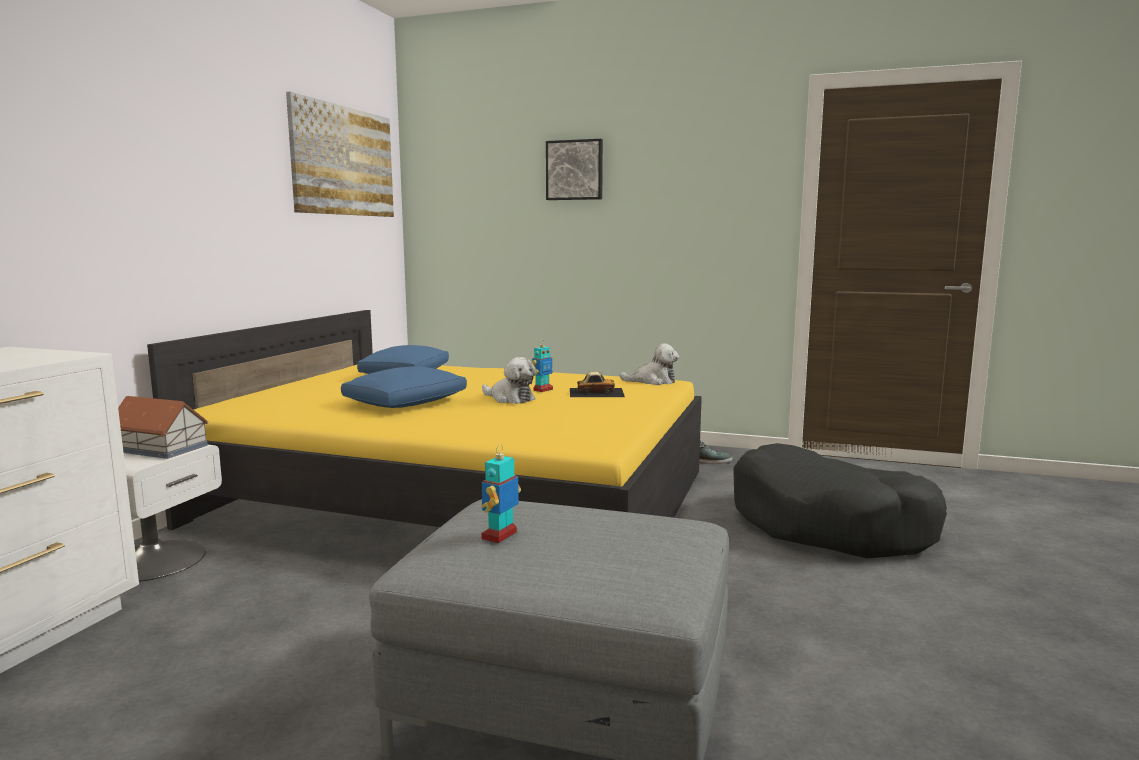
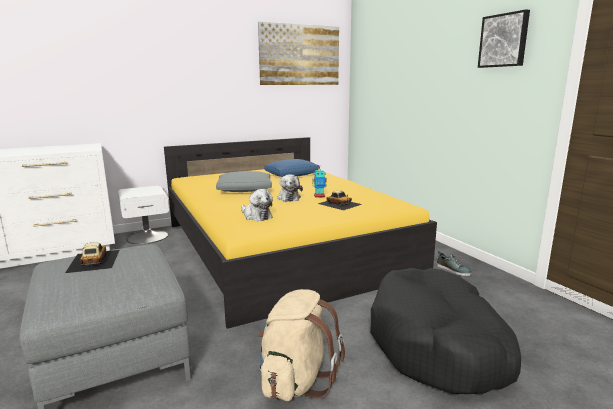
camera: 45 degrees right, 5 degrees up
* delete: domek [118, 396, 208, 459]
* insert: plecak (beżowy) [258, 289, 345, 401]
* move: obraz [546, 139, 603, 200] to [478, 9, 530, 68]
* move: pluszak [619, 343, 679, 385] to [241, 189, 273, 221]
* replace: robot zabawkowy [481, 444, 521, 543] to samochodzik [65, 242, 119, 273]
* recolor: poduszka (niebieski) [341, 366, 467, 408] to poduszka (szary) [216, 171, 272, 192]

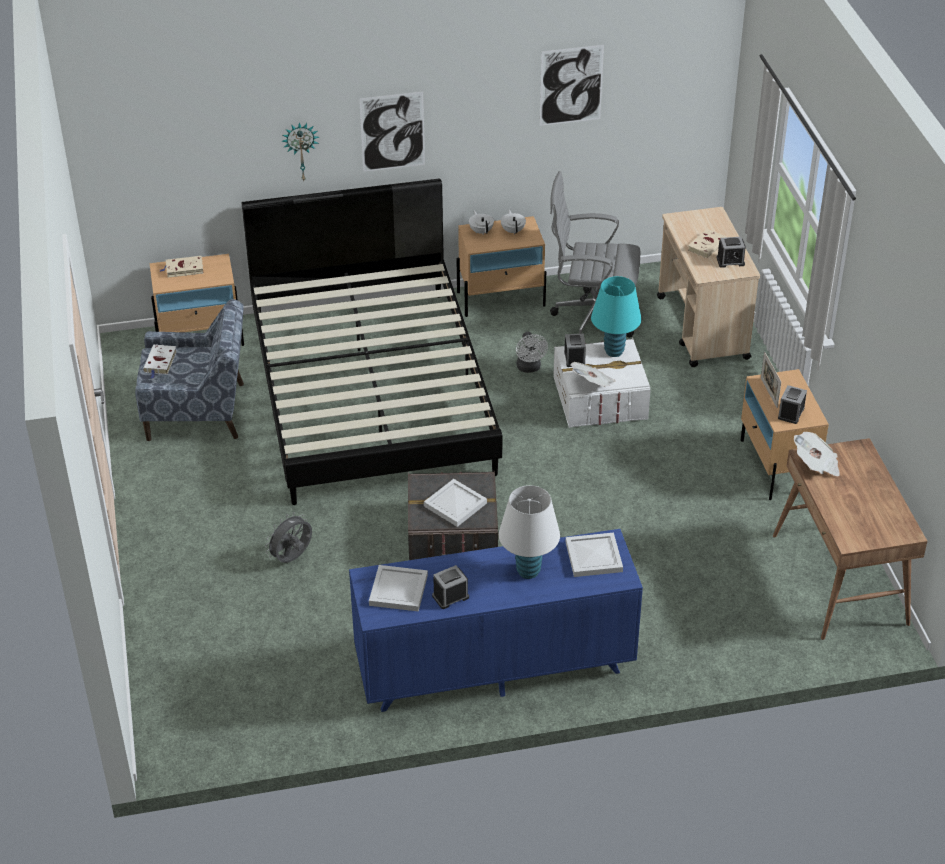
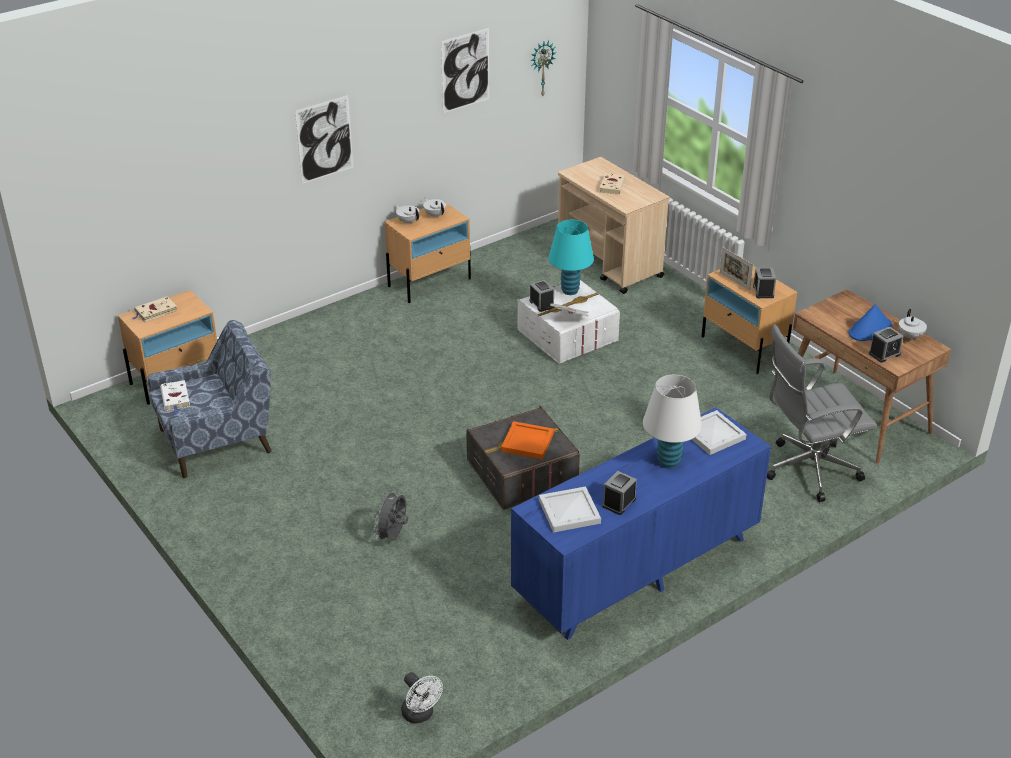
camera: 25 degrees left, 5 degrees down
* delete: łóżko (czarny) [241, 178, 502, 505]
* delete: gazeta [794, 432, 840, 476]
* insert: kapelusz (niebieski) [849, 304, 892, 341]
* insert: imbryk (biały) [899, 309, 927, 341]
* move: zegar ścienny [281, 122, 319, 181] to [530, 41, 557, 96]
* move: wentylator (biały) [516, 332, 548, 373] to [401, 672, 443, 723]
* move: krzesło biurowe (szary) [550, 171, 640, 338] to [767, 324, 877, 502]
* move: budzik [716, 237, 746, 268] to [869, 327, 903, 363]
* recolor: taca (biały) [424, 479, 487, 527] to taca (pomarańczowy) [501, 421, 554, 459]

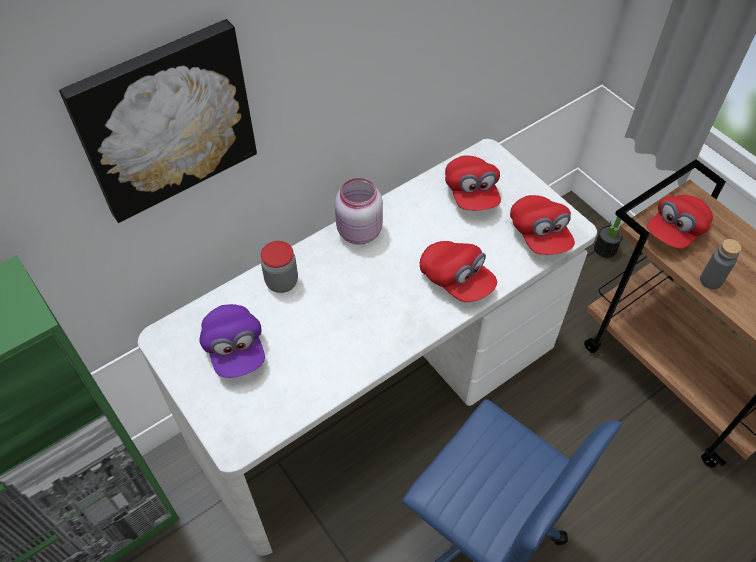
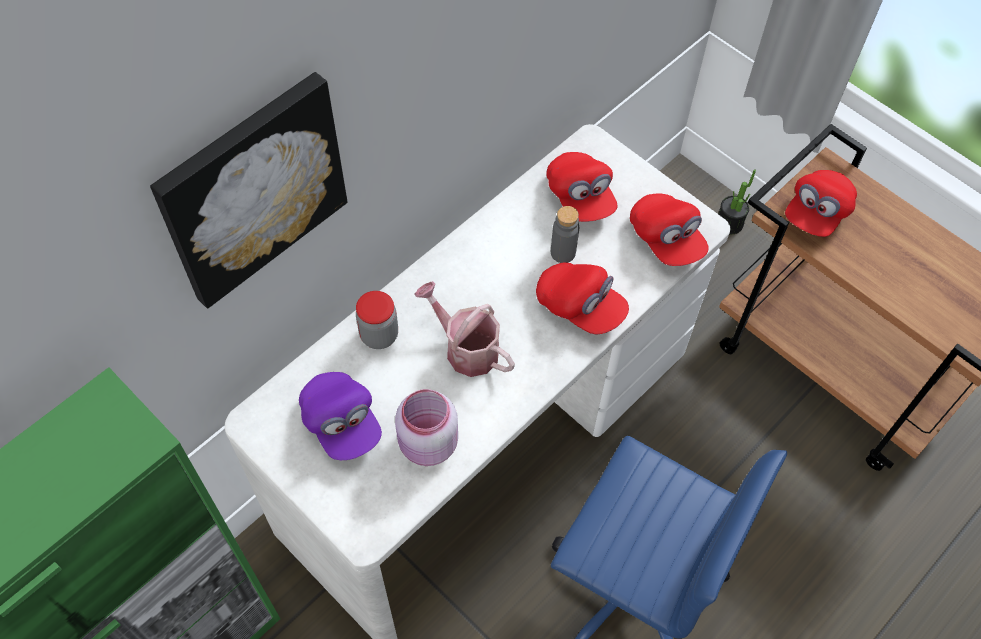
camera: 10 degrees left, 5 degrees up
* insert: konewka [415, 281, 515, 377]
* move: słoik (różowy) [335, 178, 383, 245] to [395, 389, 458, 466]
* move: butelka (szary) [700, 239, 742, 289] to [551, 206, 579, 263]

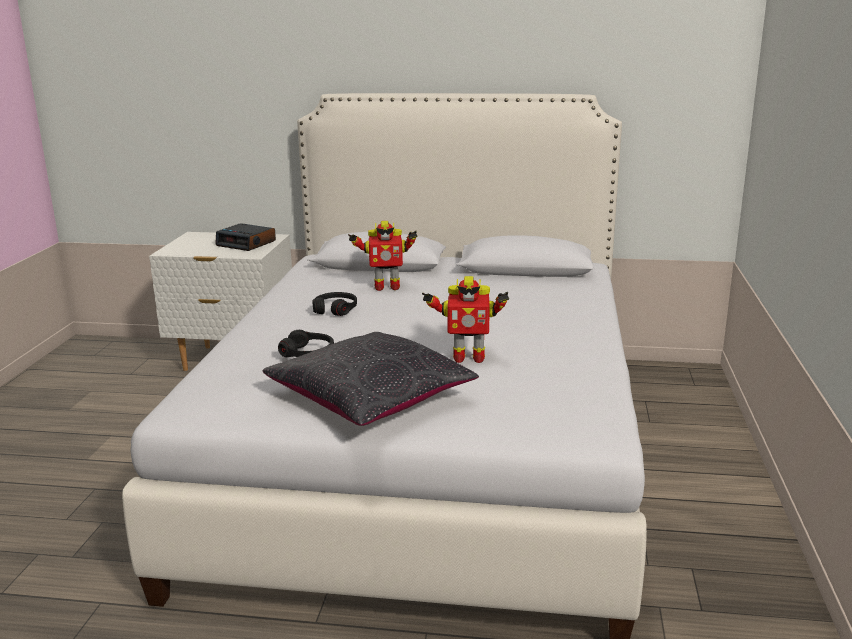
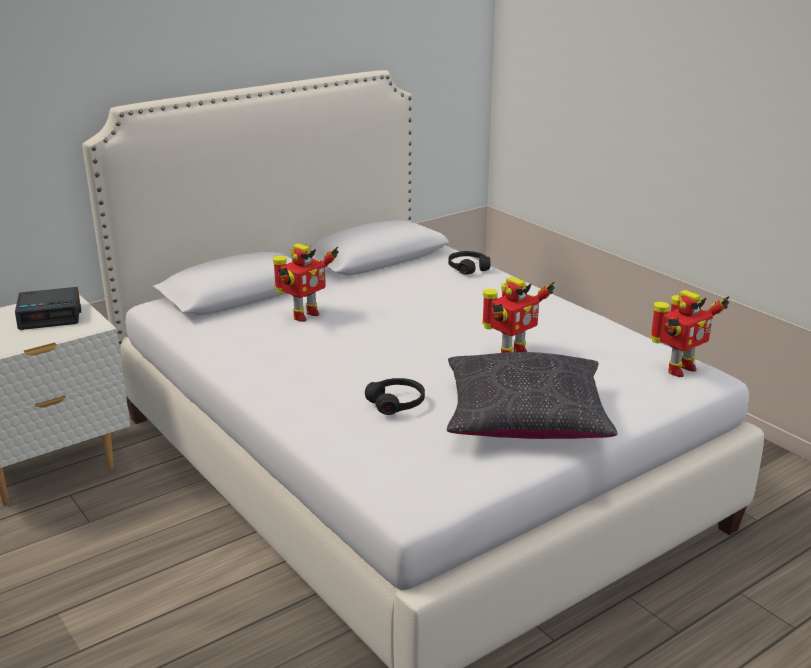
camera: 45 degrees left, 5 degrees up
* insert: robot zabawkowy [650, 290, 729, 377]
* move: słuchawki (czarny) [312, 292, 357, 316] to [448, 251, 490, 275]

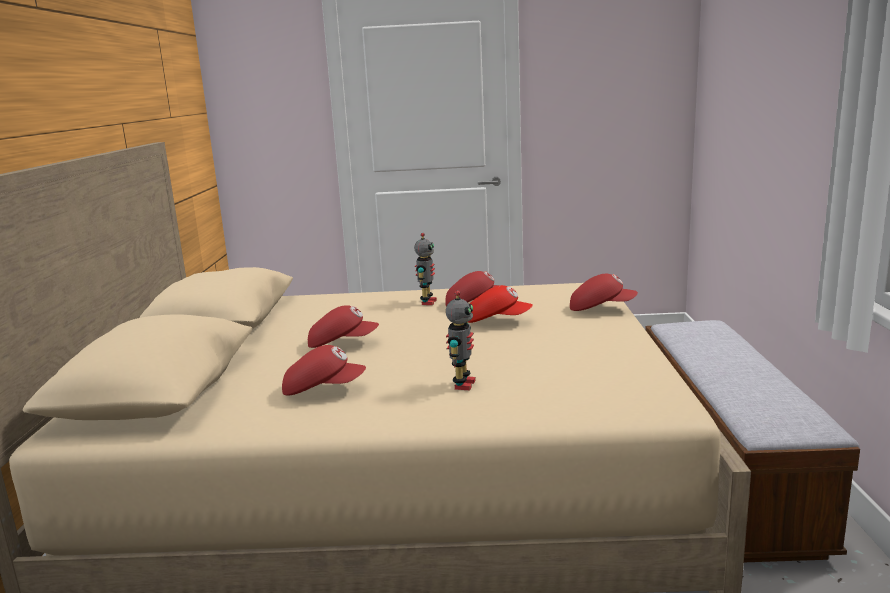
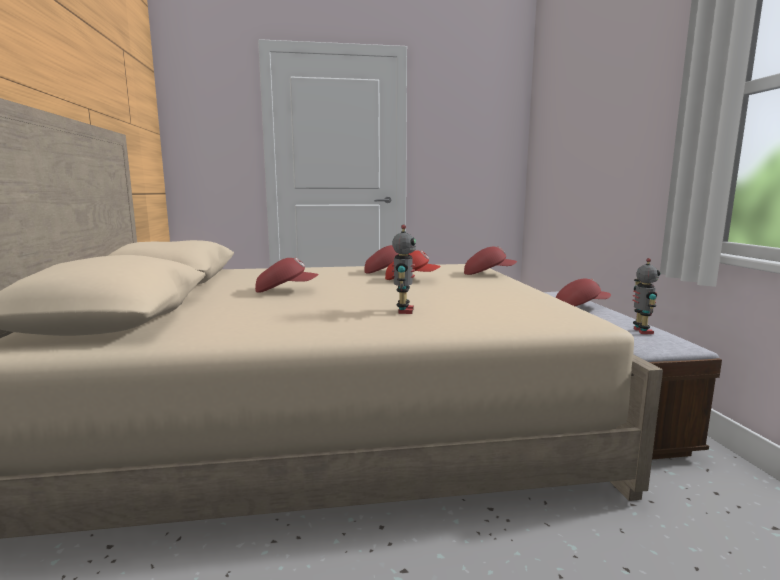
camera: 10 degrees left, 5 degrees down
* move: czapka z daszkiem (czerwony) [282, 345, 366, 395] to [556, 278, 611, 306]
* move: robot zabawkowy [414, 233, 437, 305] to [632, 258, 660, 334]

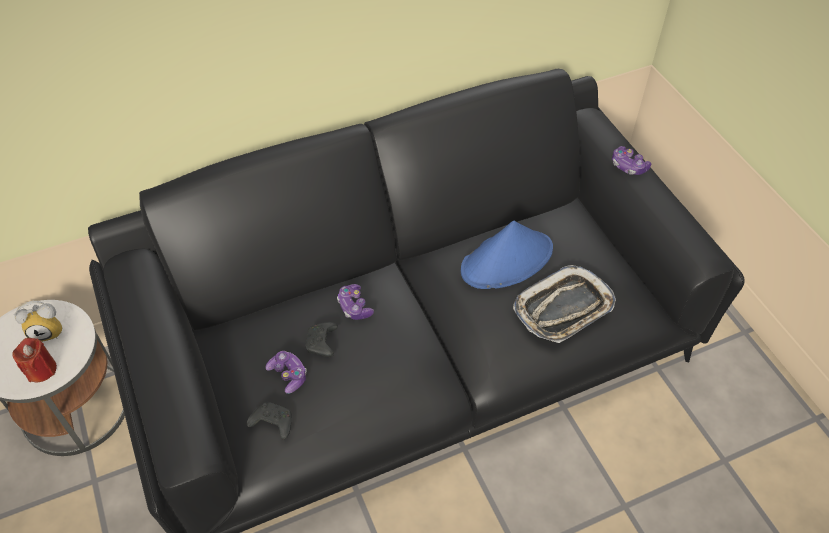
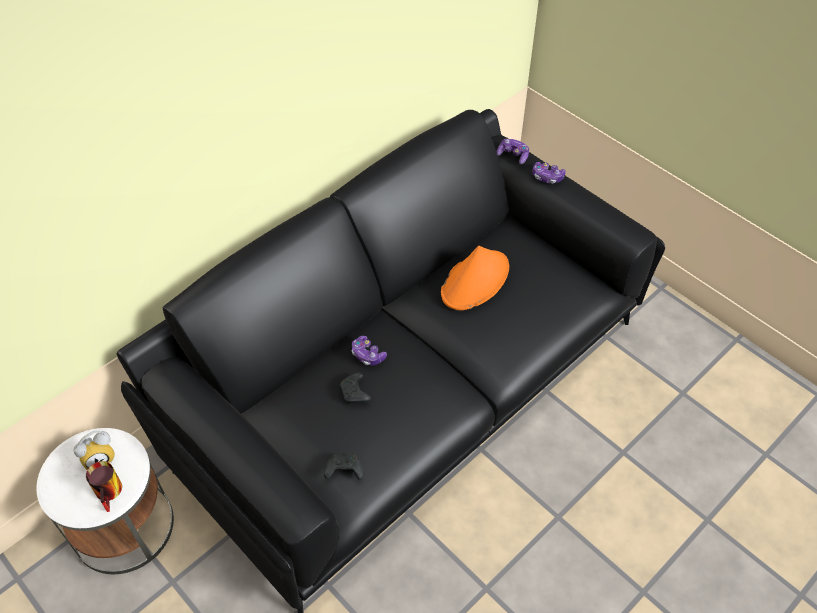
camera: 20 degrees left, 0 degrees up
* delete: taca [513, 265, 616, 343]
* move: pad do gier [265, 351, 307, 394] to [496, 139, 529, 164]
* replace: świeca (czerwony) [12, 338, 57, 382] to kubek [86, 461, 122, 512]
* recolor: kapelusz (niebieski) [461, 221, 553, 289] to kapelusz (pomarańczowy) [441, 246, 509, 310]

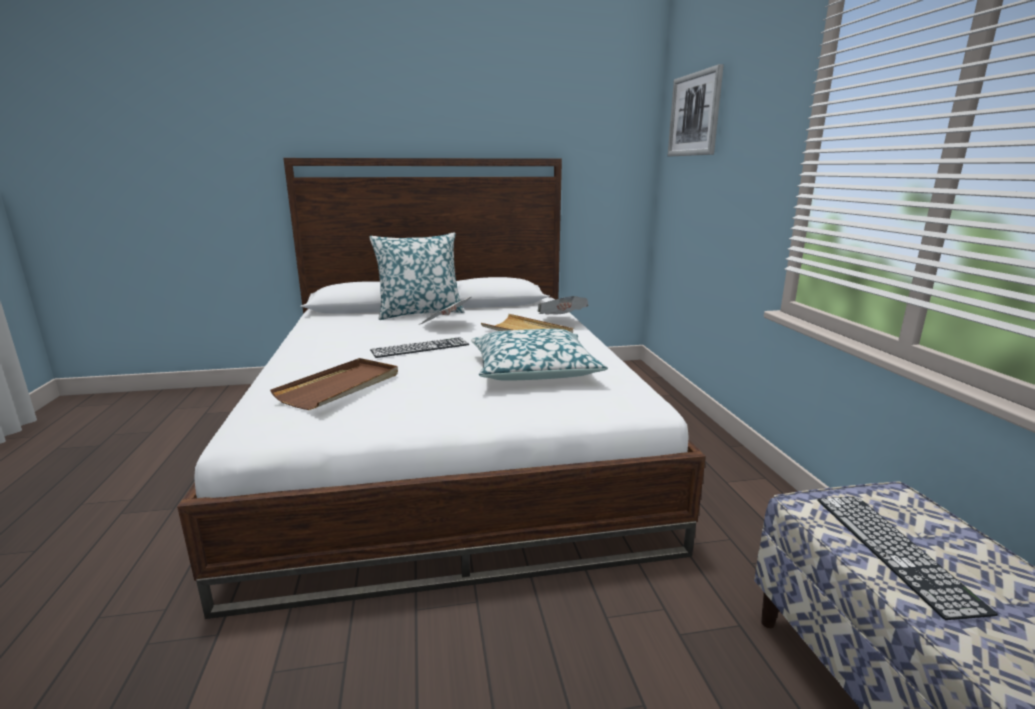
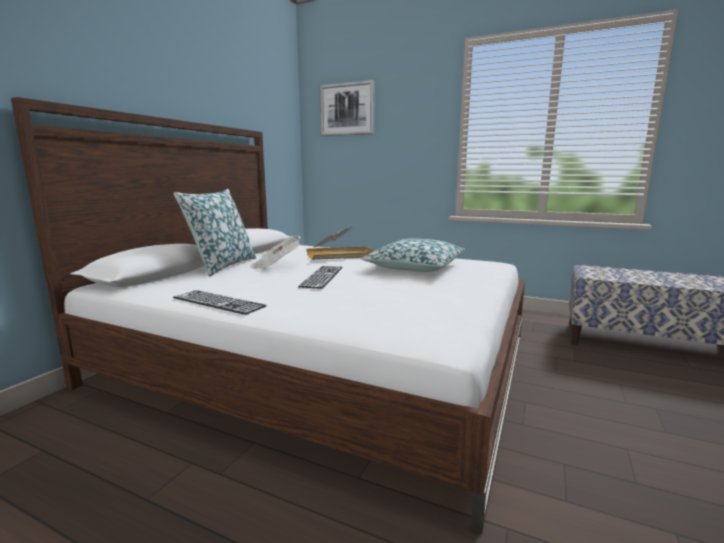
camera: 55 degrees left, 5 degrees down
* delete: taca (brązowy) [270, 358, 398, 410]
* move: klawiatura [817, 497, 998, 620] to [173, 290, 267, 315]

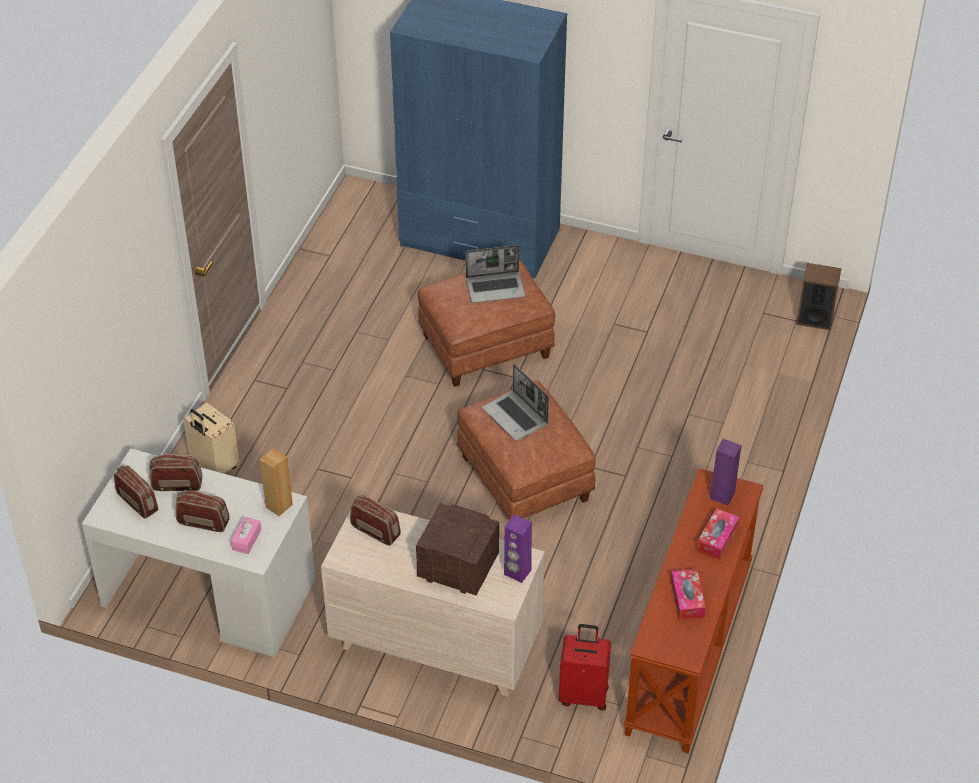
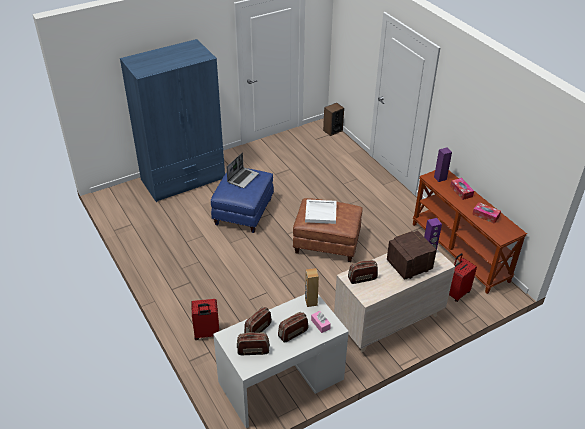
camera: 50 degrees left, 5 degrees down
* replace: laptop [482, 364, 549, 441] to taca (biały) [305, 199, 337, 224]
* recolor: walizka (beżowy) [183, 402, 239, 474] to walizka (czerwony) [191, 299, 219, 340]
* recolor: pufa (brązowy) [418, 260, 555, 387] to pufa (niebieski) [211, 168, 274, 233]

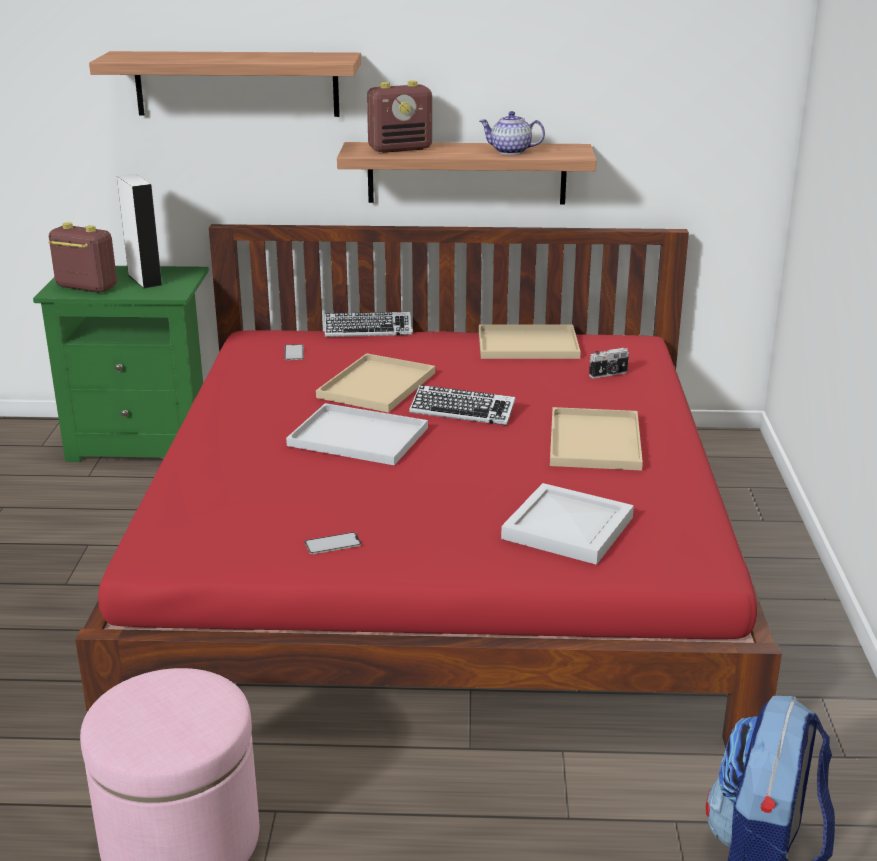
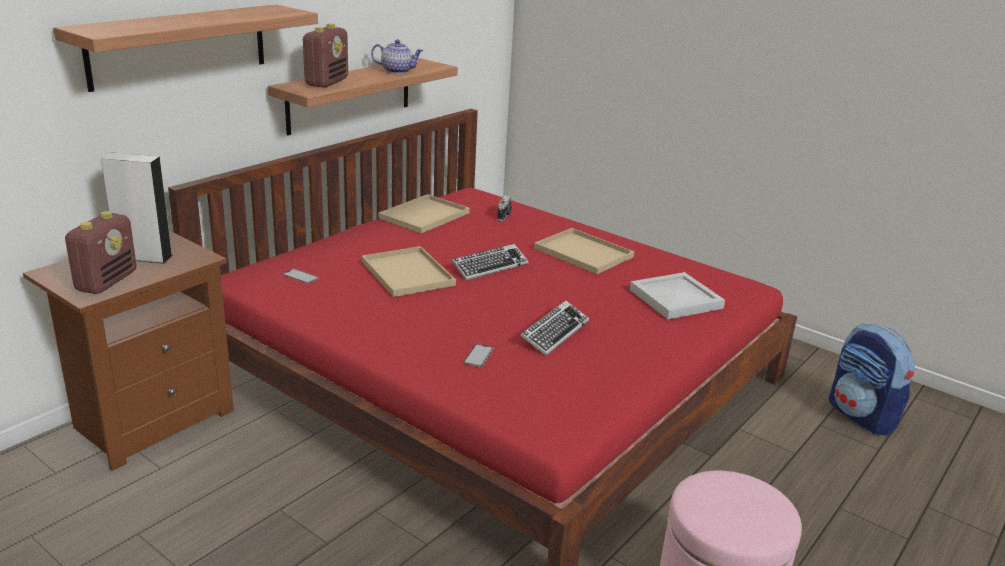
camera: 55 degrees left, 0 degrees up
* delete: taca (biały) [286, 403, 428, 465]
* move: telefon [305, 532, 361, 554] to [463, 344, 494, 367]
* move: klawiatura [325, 312, 412, 337] to [520, 300, 589, 356]
* recolor: szafka nocna (zielony) [33, 266, 209, 462] to szafka nocna (brązowy) [23, 231, 234, 471]
* rotate: radio [48, 222, 117, 293] = [65, 211, 137, 294] 135 degrees clockwise
* rotate: imbryk [479, 111, 545, 155] = [371, 40, 424, 74] 135 degrees counterclockwise

